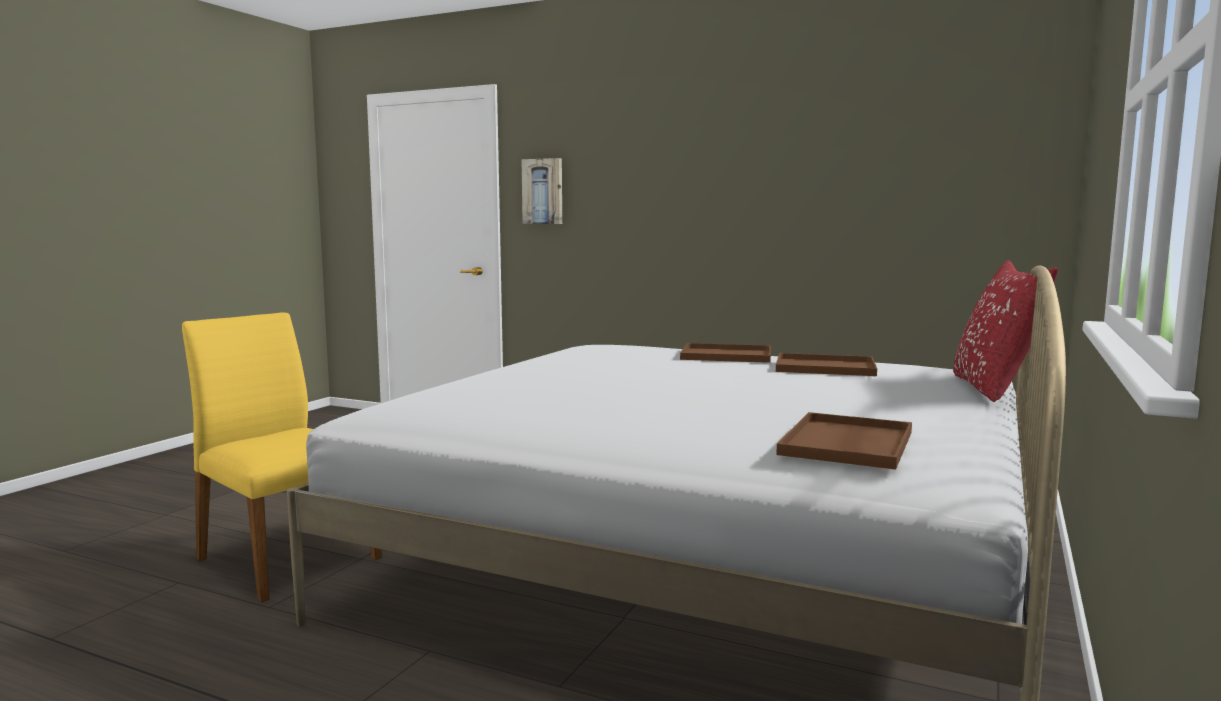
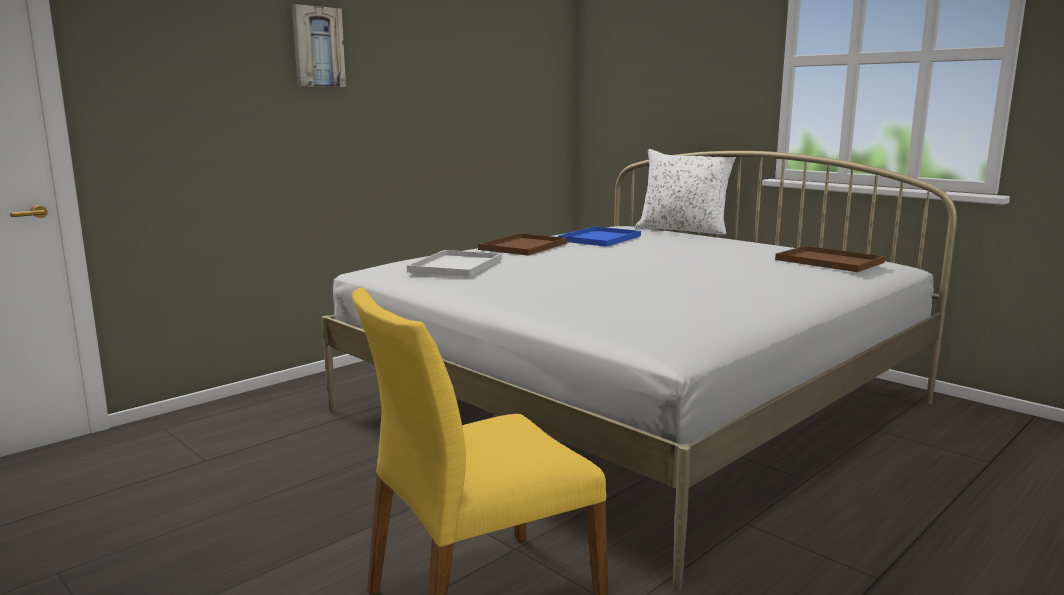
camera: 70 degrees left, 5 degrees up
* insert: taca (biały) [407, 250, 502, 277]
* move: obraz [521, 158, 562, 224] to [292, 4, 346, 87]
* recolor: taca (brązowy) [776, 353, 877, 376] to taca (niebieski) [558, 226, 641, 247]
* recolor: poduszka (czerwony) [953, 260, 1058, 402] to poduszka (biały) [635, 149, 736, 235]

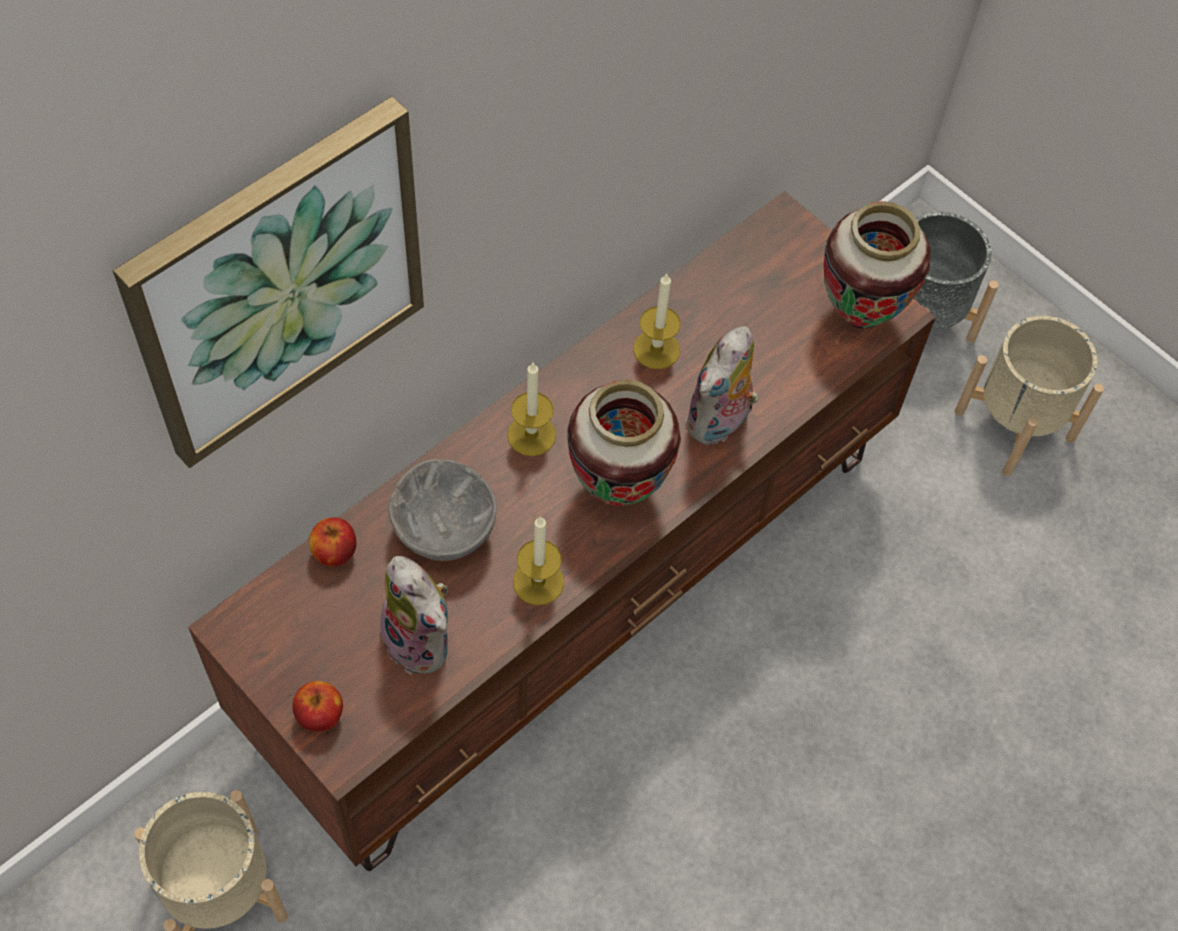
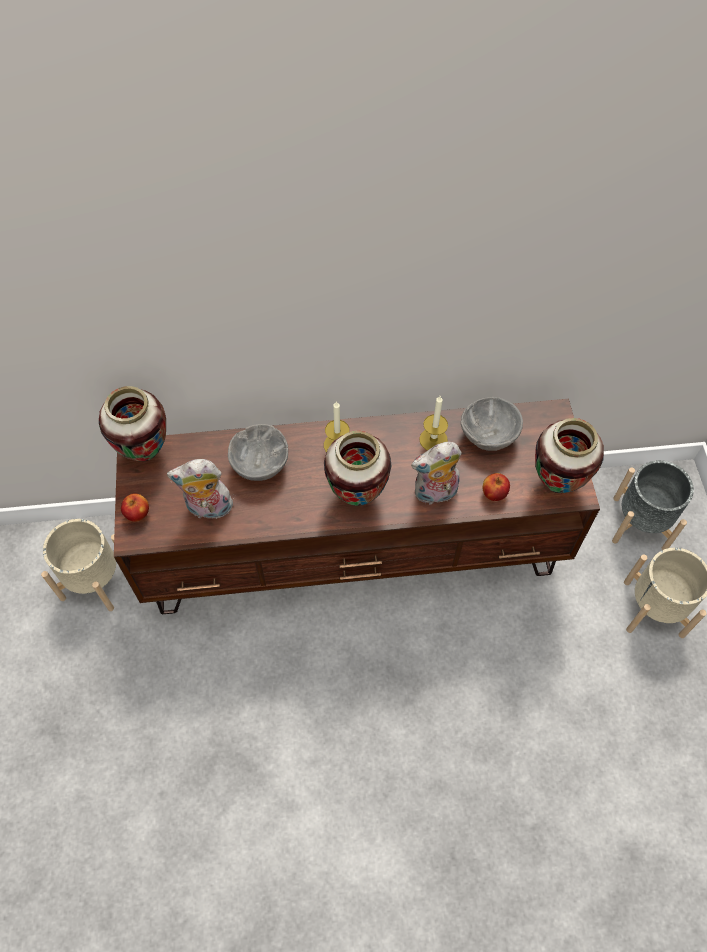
camera: 40 degrees right, 0 degrees up
* delete: obraz [113, 96, 424, 468]
* delete: świeca [513, 516, 564, 605]
* insert: wazon [99, 386, 166, 462]
* insert: miska (szary) [461, 397, 523, 451]
* move: jabłko [308, 517, 356, 567] to [483, 473, 510, 501]
* rotate: pluszak [378, 556, 448, 675] = [167, 459, 233, 519] 90 degrees clockwise

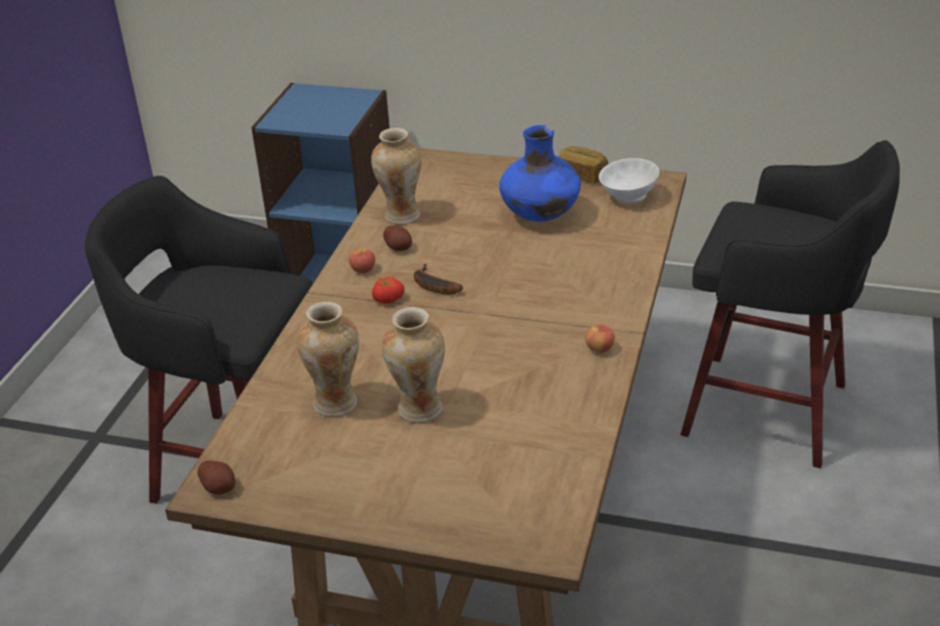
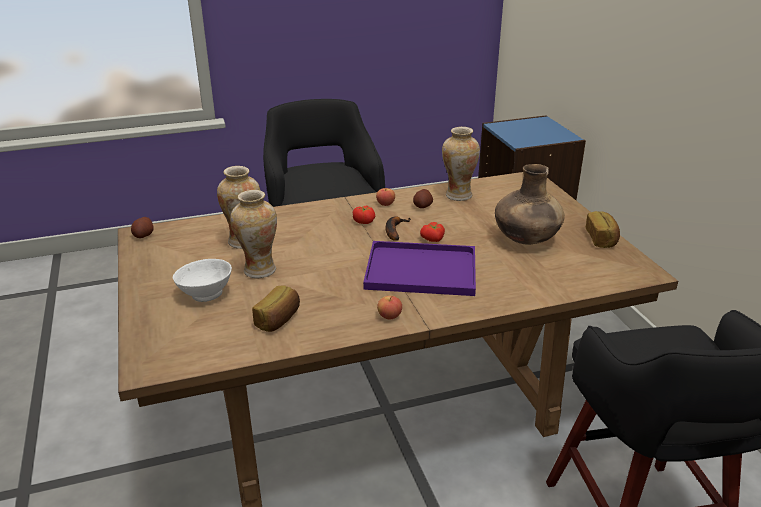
camera: 55 degrees right, 5 degrees down
* insert: chleb [252, 286, 300, 332]
* insert: taca (fioletowy) [363, 241, 476, 296]
* insert: pomidor [420, 222, 445, 242]
* move: miska (biały) [599, 158, 659, 204] to [173, 259, 232, 302]
* recolor: wazon (niebieski) [499, 125, 581, 222] to wazon (brązowy) [495, 164, 565, 244]

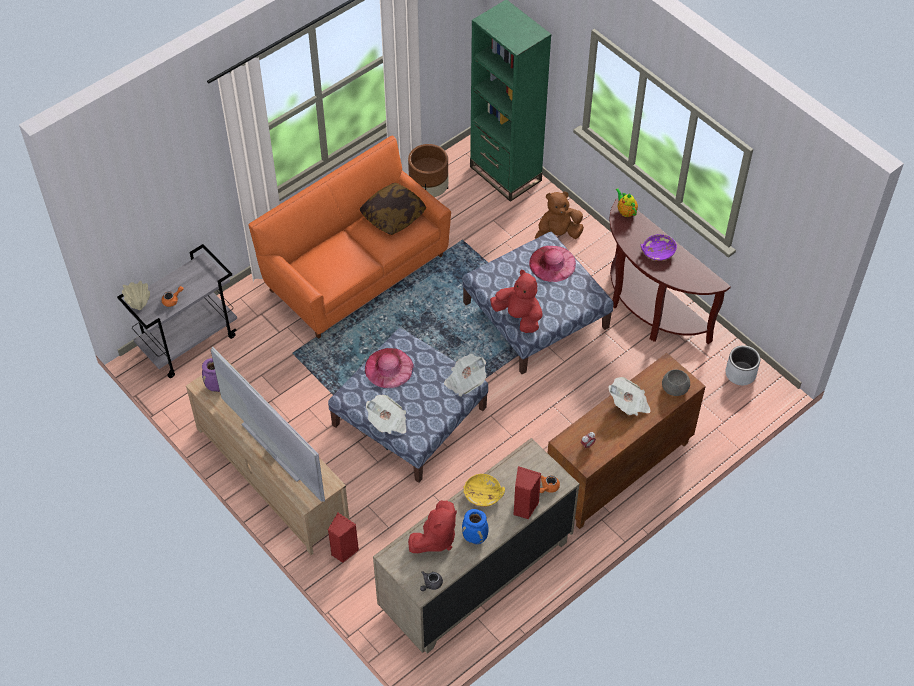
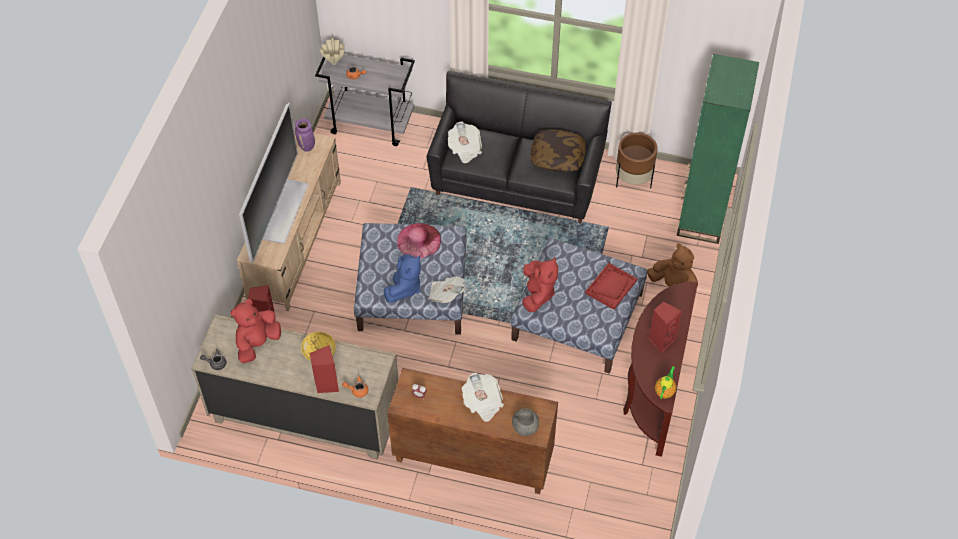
camera: 55 degrees right, 0 degrees up
* delete: wazon (niebieski) [462, 509, 489, 544]
* delete: donica (szary) [726, 345, 760, 385]
* insert: pluszak (niebieski) [384, 254, 421, 303]
* move: gazeta [366, 395, 406, 434] to [448, 122, 482, 163]
* move: imbryk [615, 188, 638, 217] to [655, 366, 676, 399]
* replace: kapelusz (różowy) [529, 246, 576, 282] to taca (czerwony) [585, 263, 637, 310]
* replace: miska (fioletowy) [641, 234, 677, 261] to głośnik (czerwony) [649, 302, 682, 353]
* recolor: kanapa (pomarańczowy) [248, 135, 451, 339] to kanapa (czarny) [427, 71, 612, 223]
* rotate: pluszak (czerwony) [408, 500, 457, 553] = [231, 299, 281, 363] 120 degrees clockwise

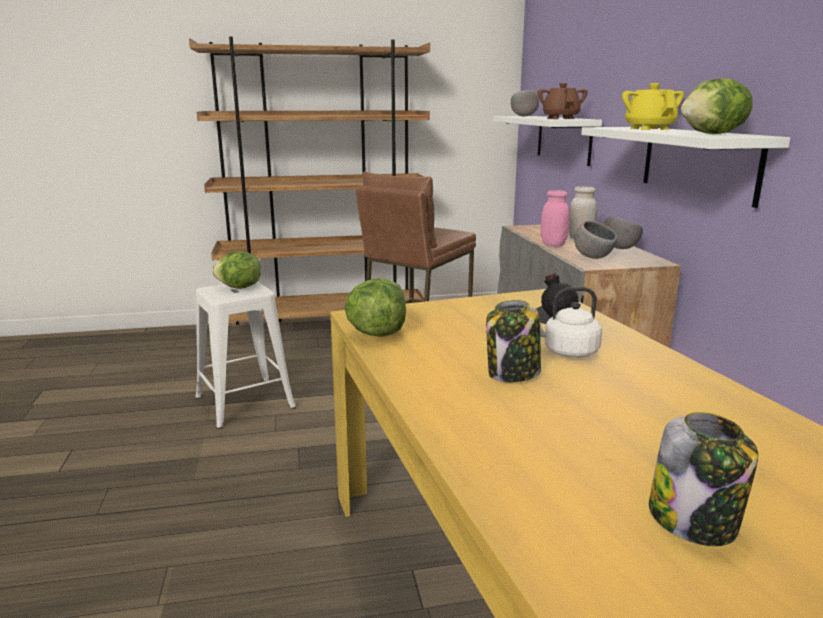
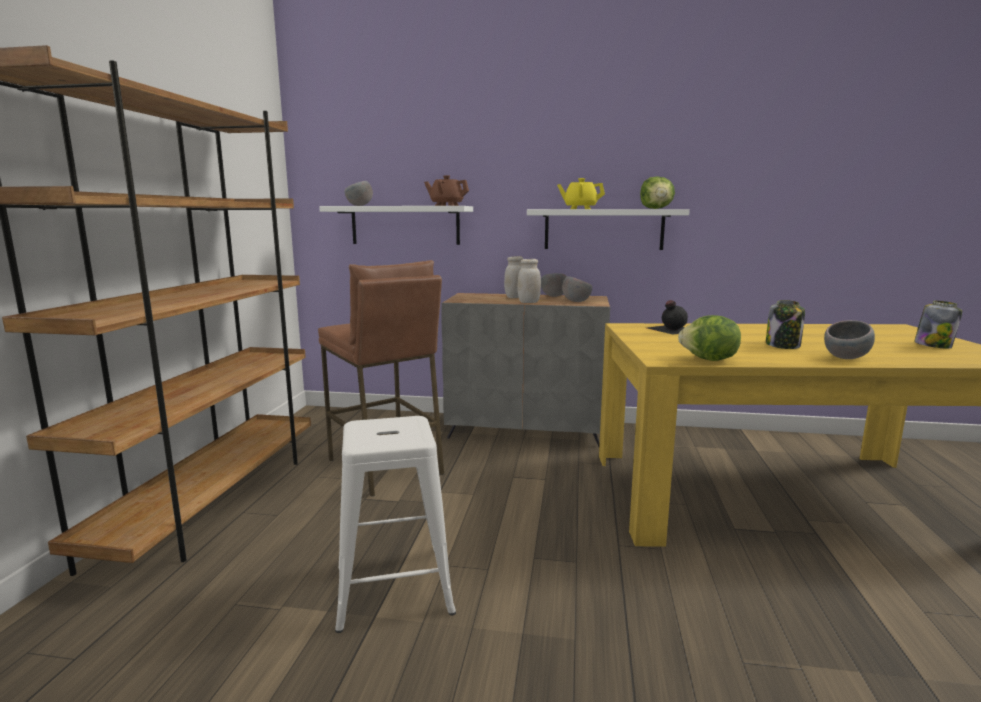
camera: 70 degrees left, 5 degrees down
* delete: sałata [212, 251, 261, 289]
* delete: czajnik (biały) [540, 287, 602, 358]
* insert: miska (szary) [824, 320, 875, 359]
* recolor: słoik (różowy) [541, 190, 570, 246] to słoik (biały) [517, 259, 541, 303]

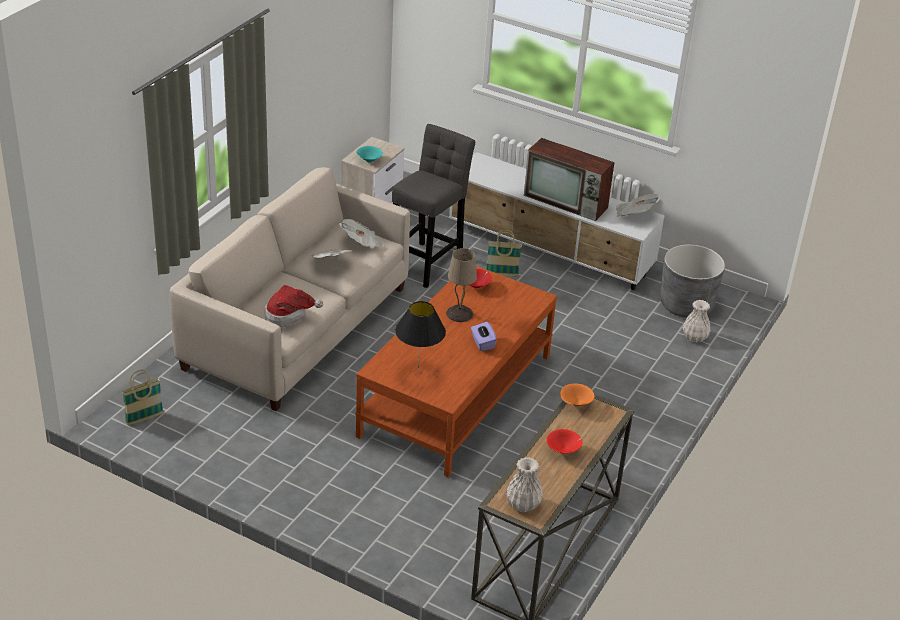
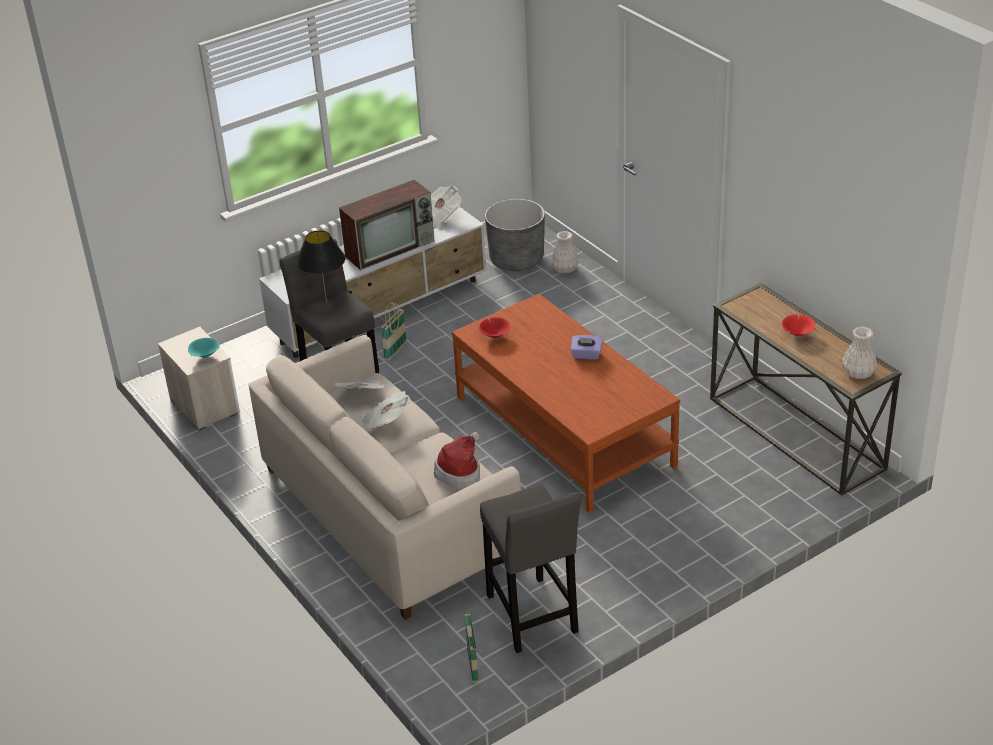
camera: 60 degrees left, 0 degrees up
* delete: lampa stołowa (beżowy) [446, 248, 477, 322]
* delete: miska (pomarańczowy) [561, 383, 594, 406]
* insert: stołek (szary) [480, 484, 581, 653]
* move: lampa stołowa (czarny) [395, 301, 446, 372] to [296, 230, 345, 303]

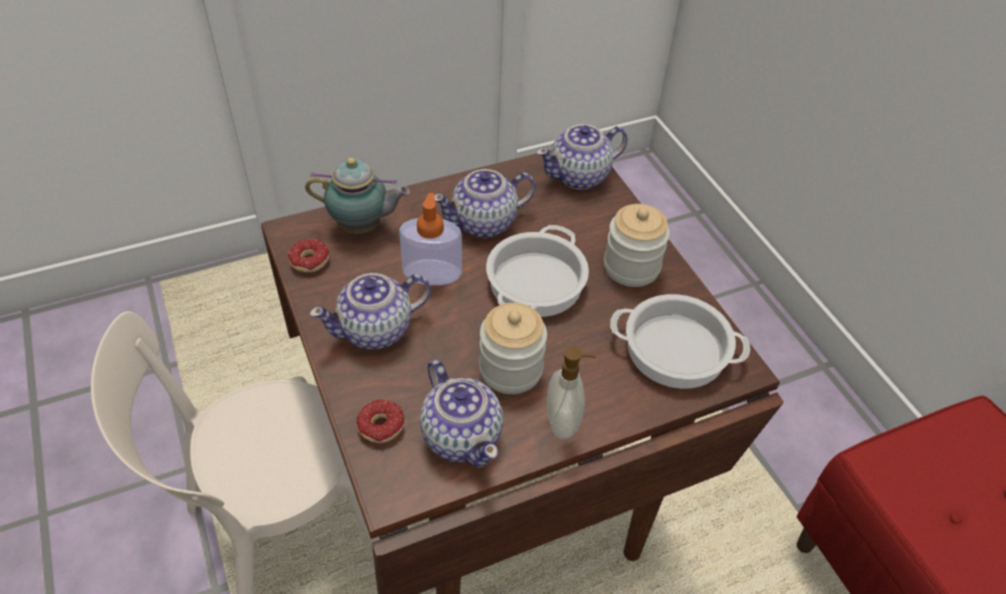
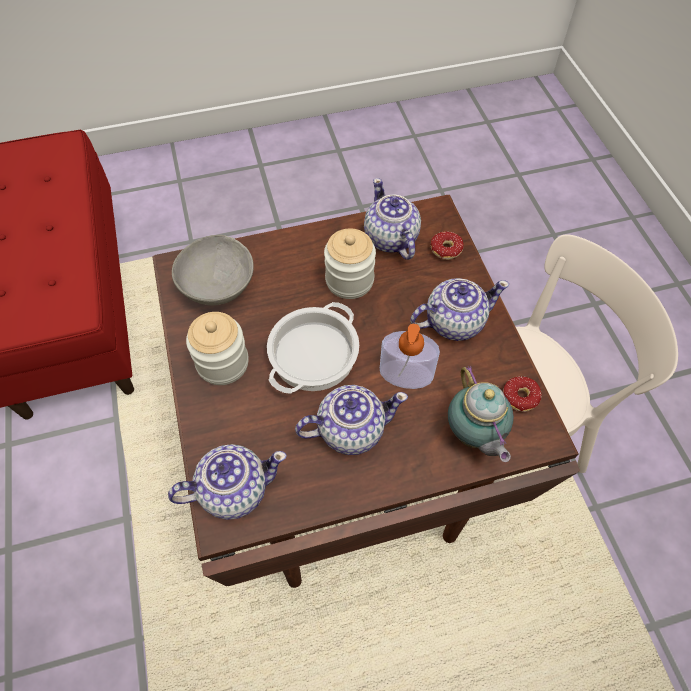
camera: 170 degrees left, 10 degrees up
* delete: dozownik mydła [547, 346, 596, 439]
* replace: garnek [610, 294, 750, 389] to miska (szary) [172, 235, 254, 305]
* rotate: imbryk [305, 158, 410, 234] = [448, 366, 514, 462] 120 degrees counterclockwise

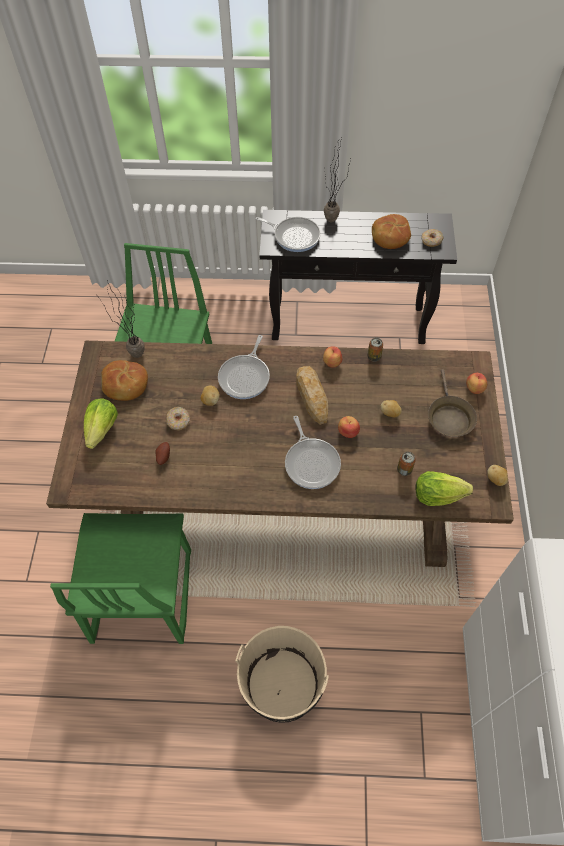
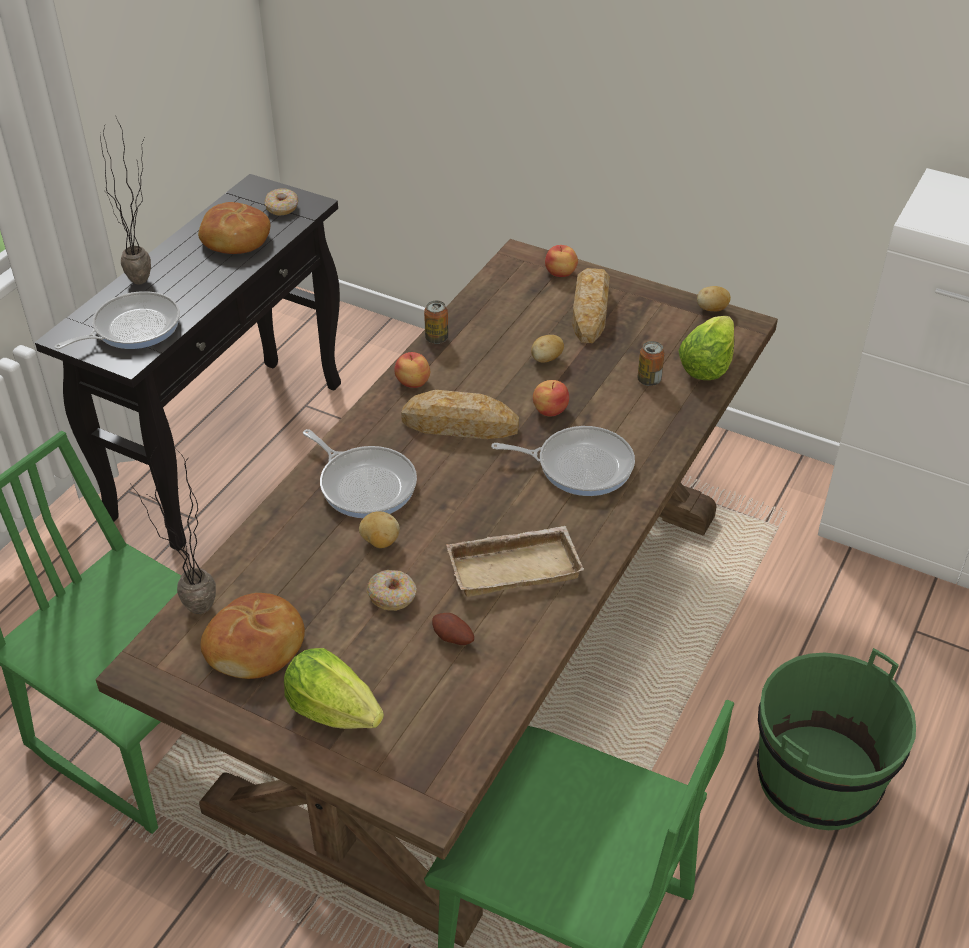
camera: 65 degrees left, 15 degrees down
* insert: taca (beżowy) [446, 526, 584, 597]
* replace: patelnia (brązowy) [428, 369, 477, 437] to chleb [572, 268, 610, 343]
* recolor: wiadro (beżowy) [236, 626, 329, 723] to wiadro (zielony) [757, 648, 916, 830]

